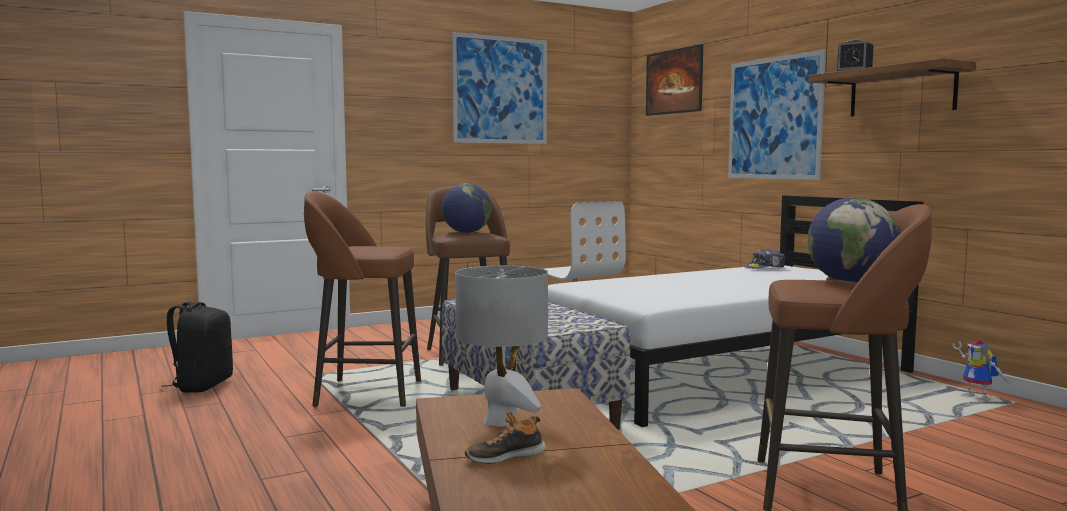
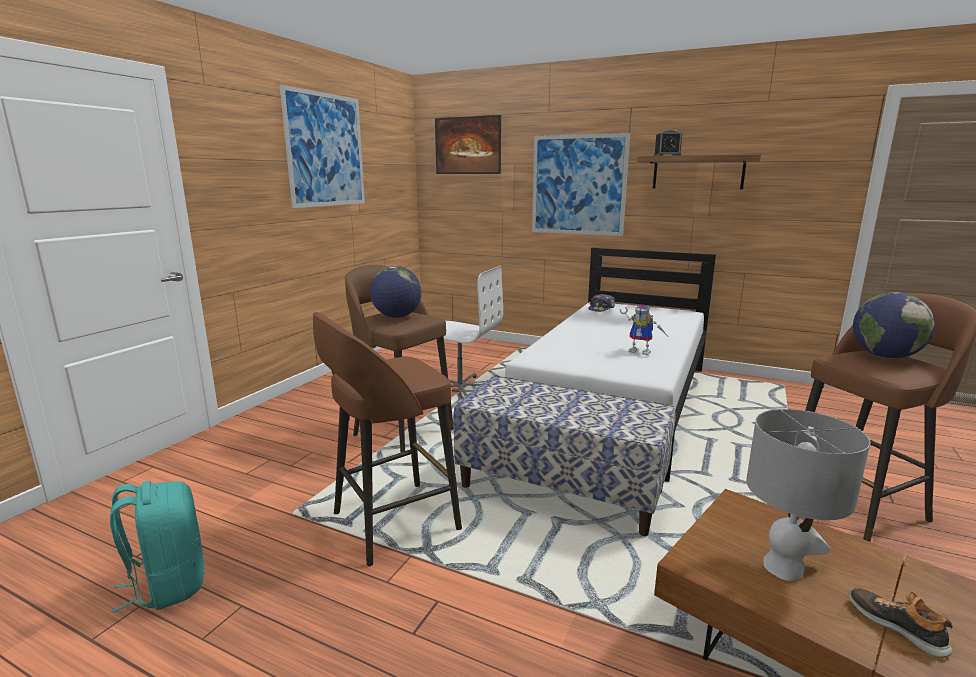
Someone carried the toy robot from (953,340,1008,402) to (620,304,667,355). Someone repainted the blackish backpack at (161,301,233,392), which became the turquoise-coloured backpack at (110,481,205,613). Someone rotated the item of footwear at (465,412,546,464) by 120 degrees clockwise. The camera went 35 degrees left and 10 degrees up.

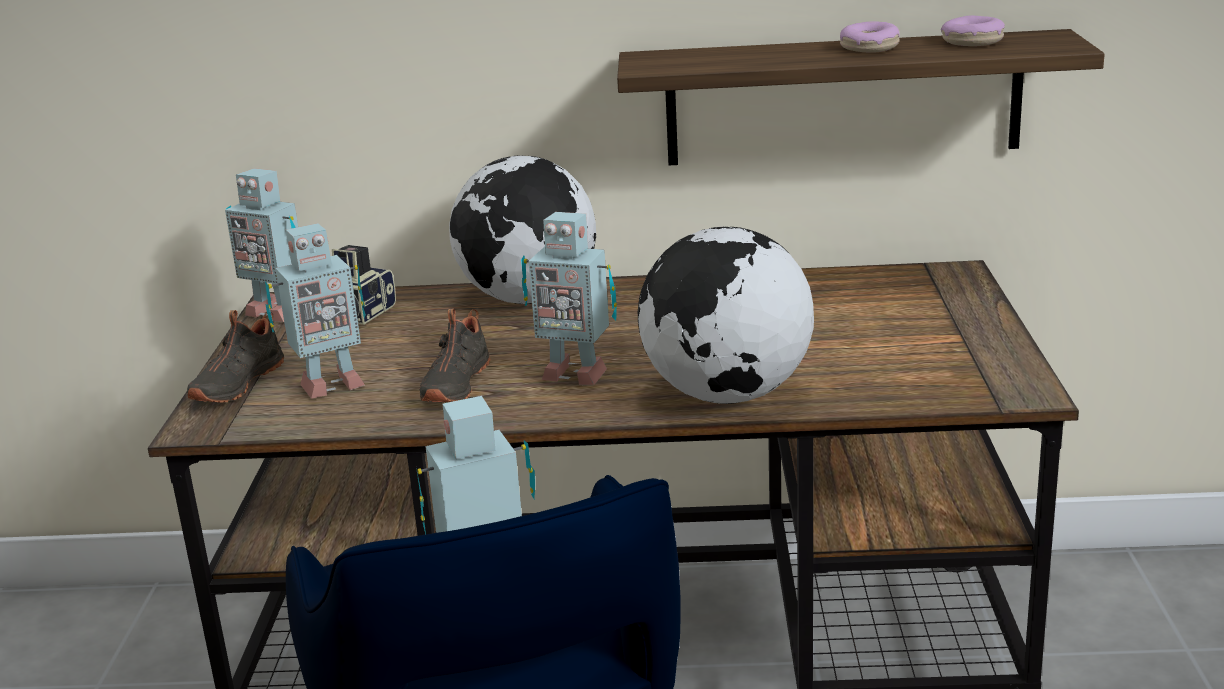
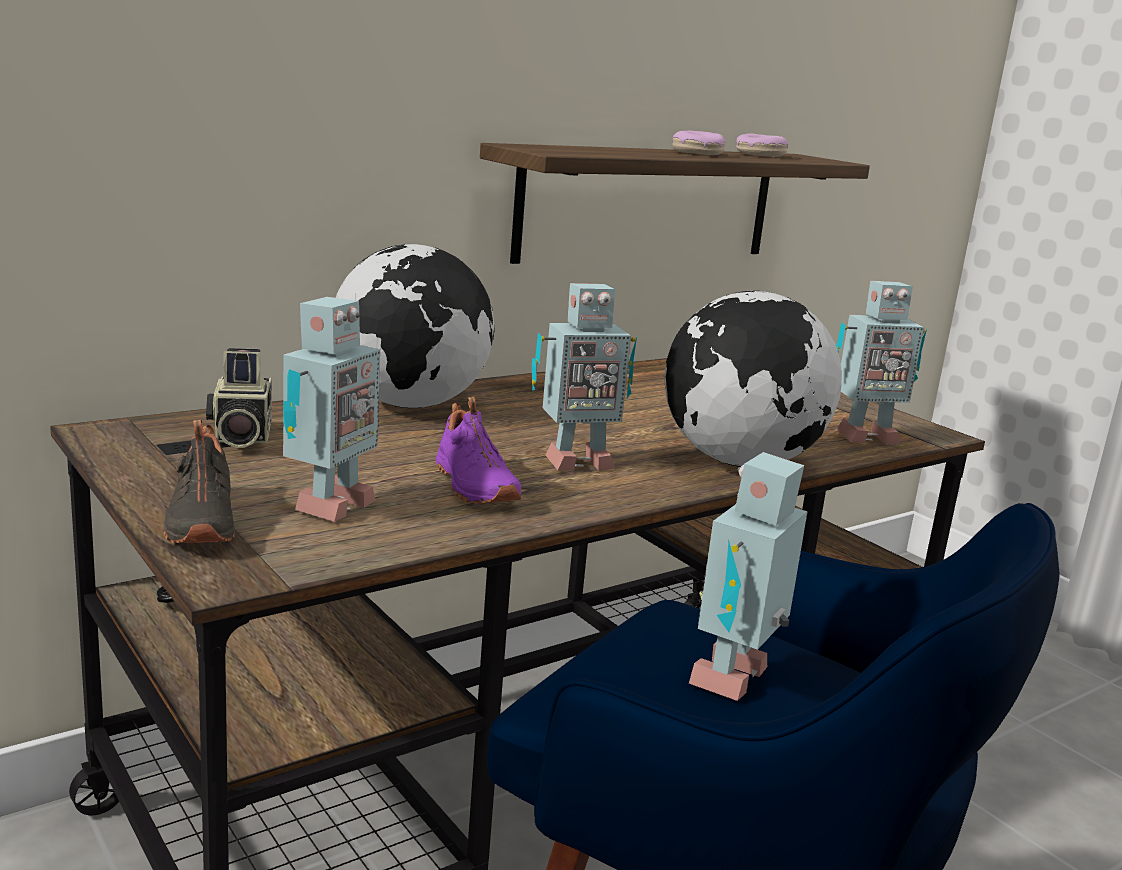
Someone carried the toy robot from (225,168,298,322) to (836,281,927,445). Someone repainted the blackish item of footwear at (419,308,490,402), which became the purple item of footwear at (436,397,521,504). The camera went 40 degrees left and 5 degrees down.

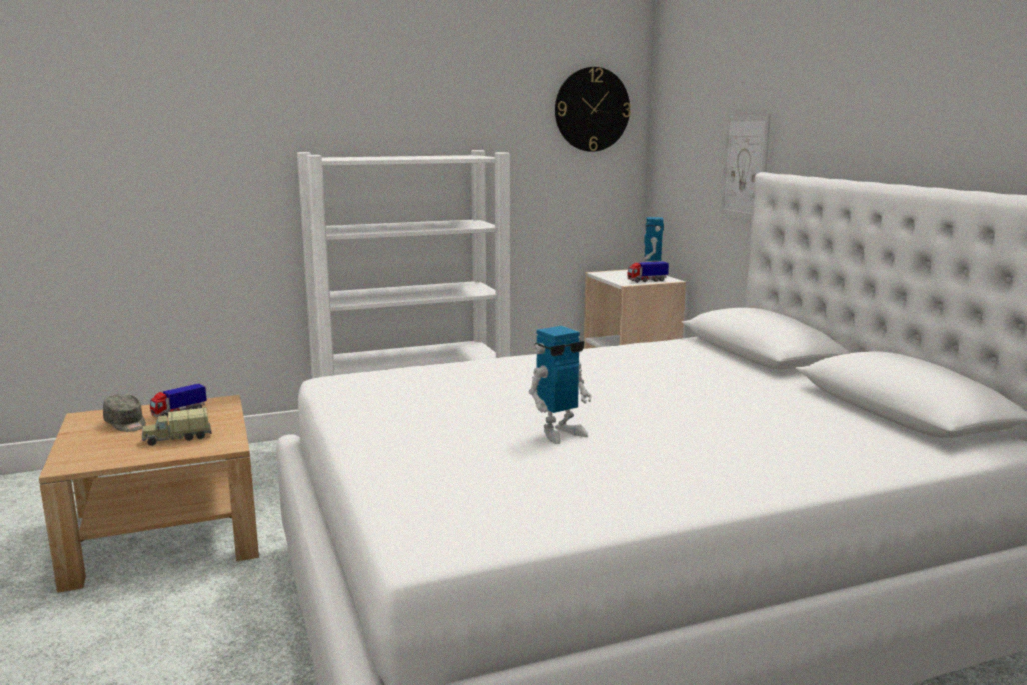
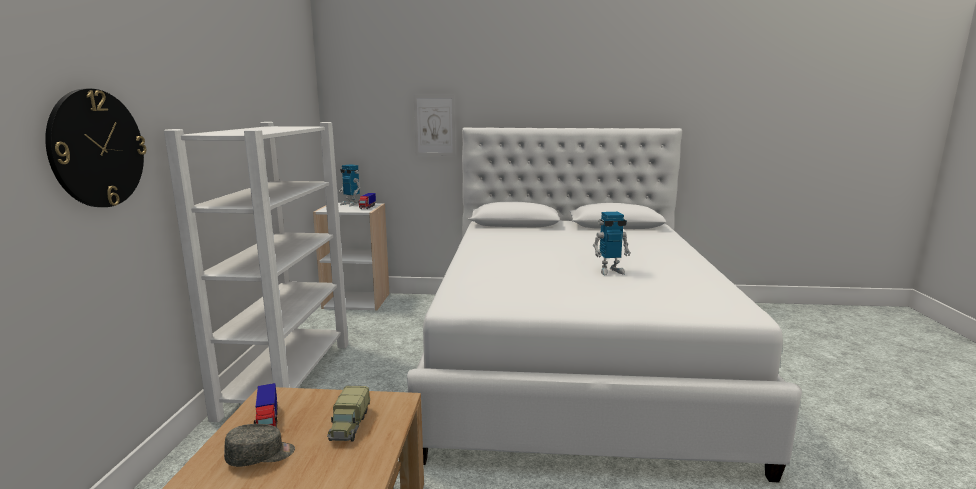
Someone carried the hanging clock from (555,67,631,152) to (45,89,146,207). Someone rotated the toy robot at (529,326,592,444) by 90 degrees clockwise. The camera went 65 degrees left and 0 degrees up.

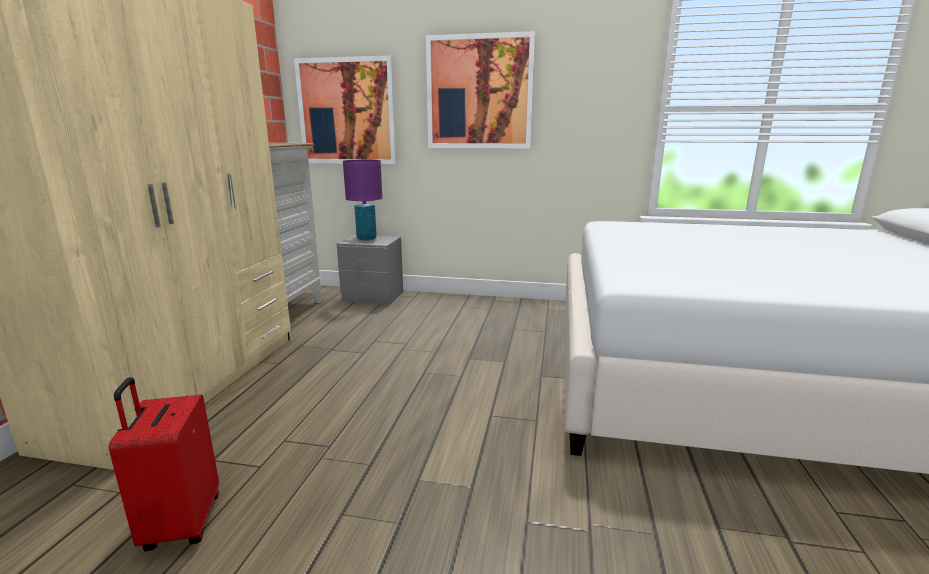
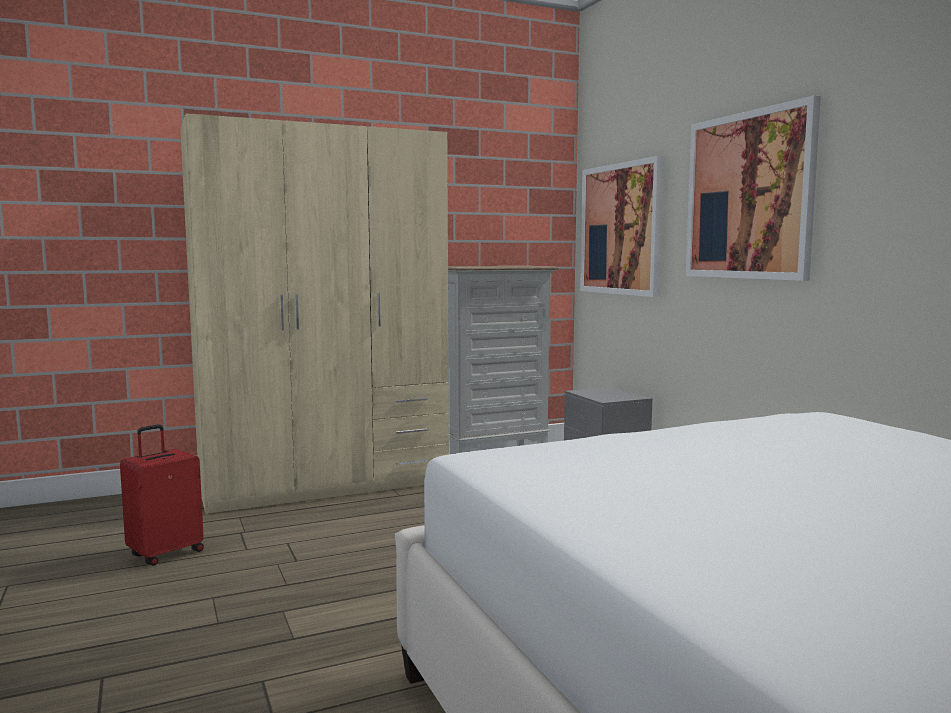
Someone took away the purple table lamp at (343,160,382,240). The camera went 55 degrees right and 10 degrees down.

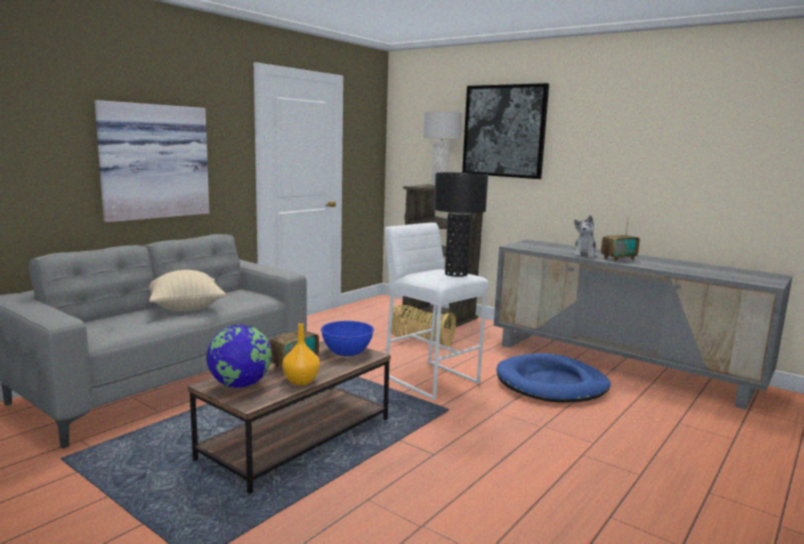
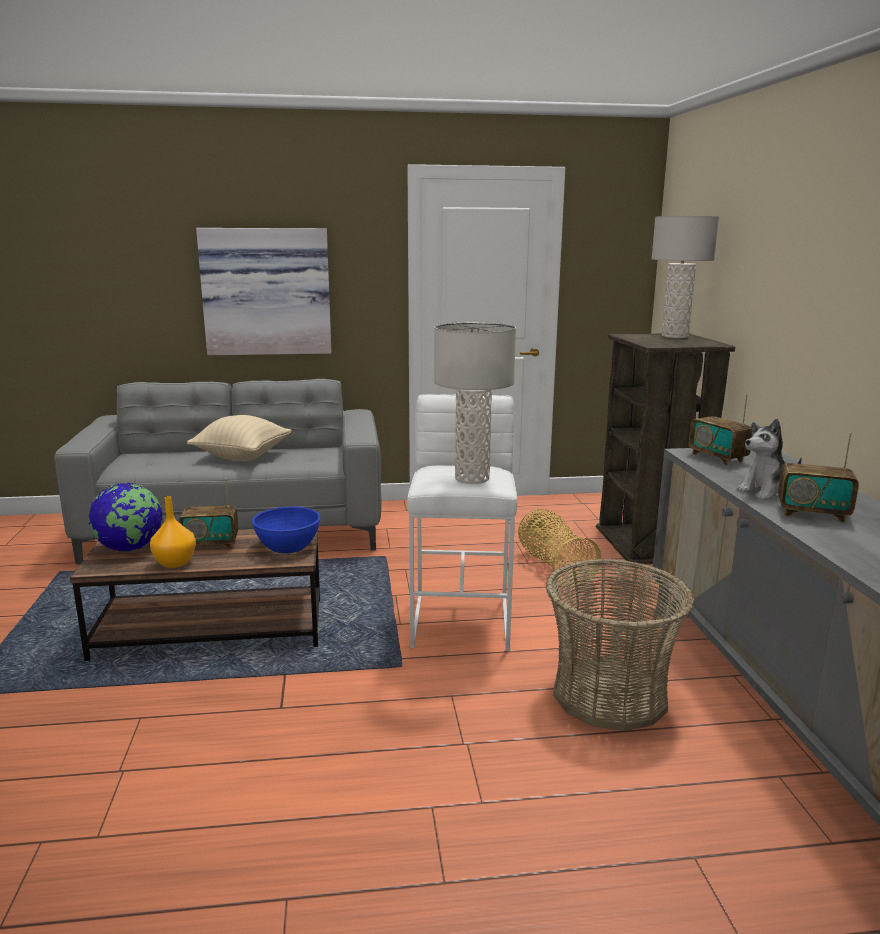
Someone took away the wall art at (462,83,549,179). Someone put down the radio at (689,394,752,466). Someone swapped the bluish dog bed at (497,353,611,403) for the storage basket at (546,559,695,731). Someone repainted the blackish table lamp at (434,172,488,277), which became the white table lamp at (434,322,516,484). The camera went 45 degrees right and 5 degrees up.

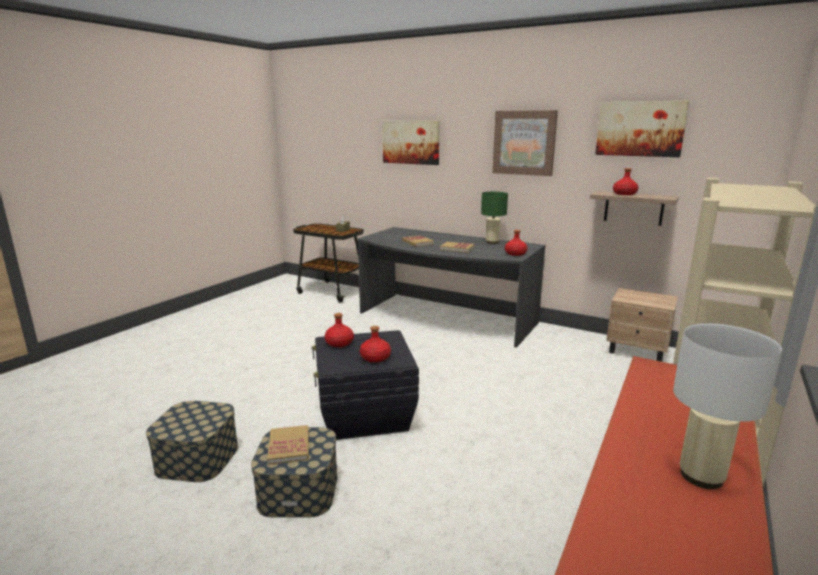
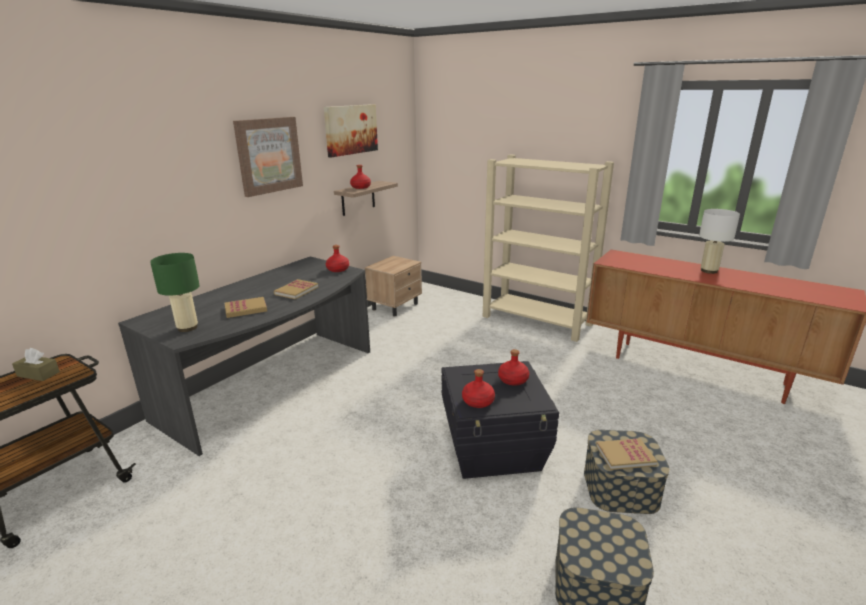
Someone took away the wall art at (383,121,440,165). Someone carried the green table lamp from (481,192,508,244) to (150,253,200,332). The camera went 85 degrees left and 5 degrees up.

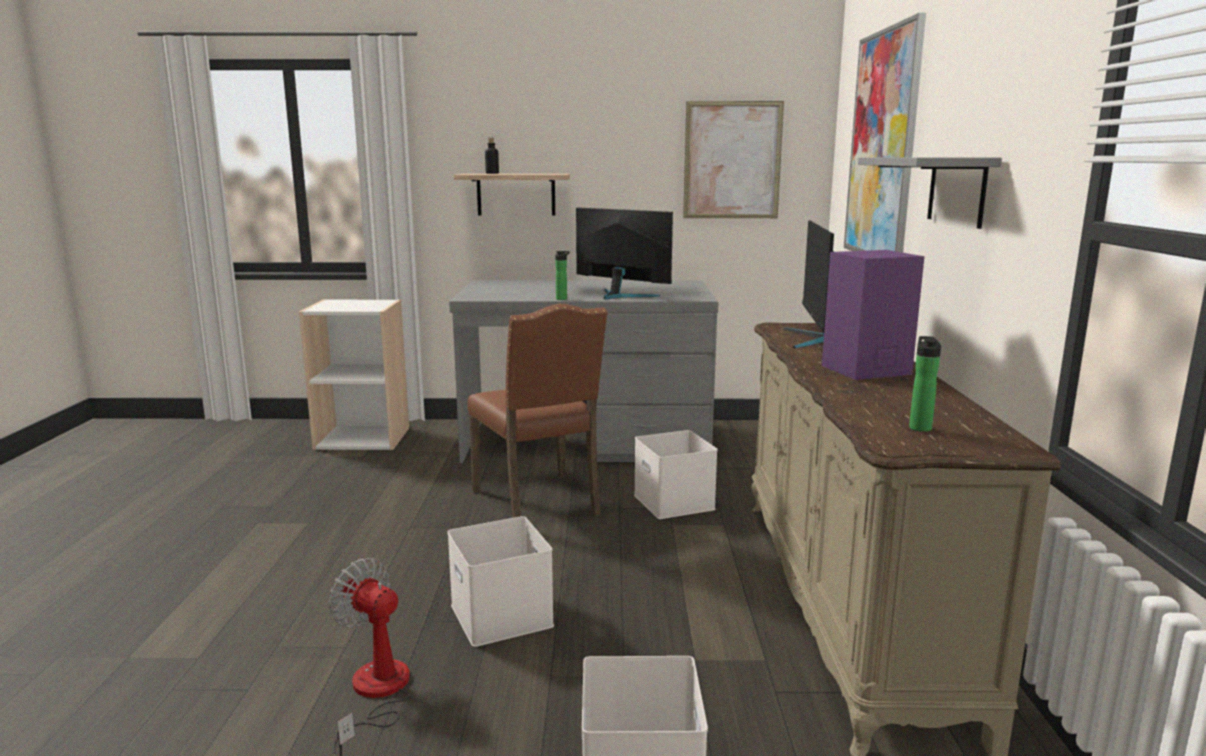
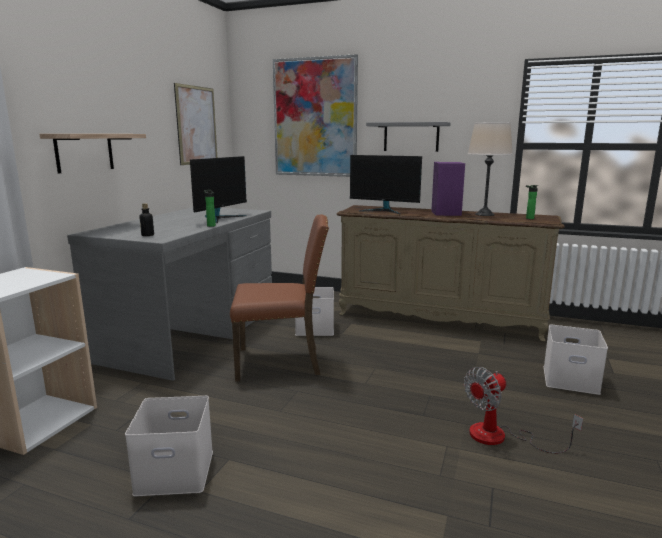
Someone put down the beige-coloured table lamp at (468,122,513,216). Someone carried the white storage container from (447,516,554,647) to (125,396,213,496). Someone carried the bottle from (485,138,499,174) to (139,203,154,236). Someone rotated the monitor at (576,207,673,300) by 150 degrees clockwise. The camera went 70 degrees left and 0 degrees up.

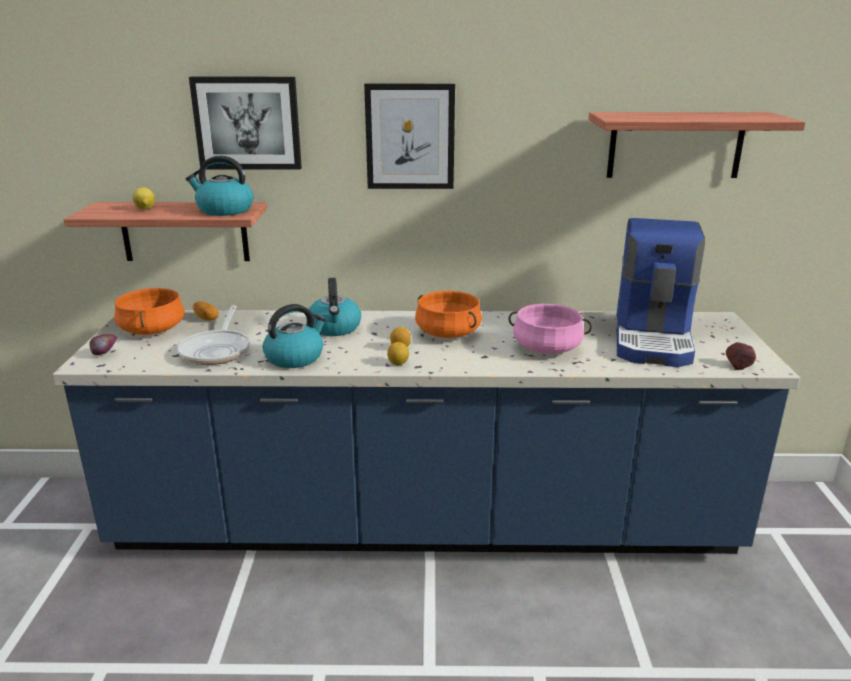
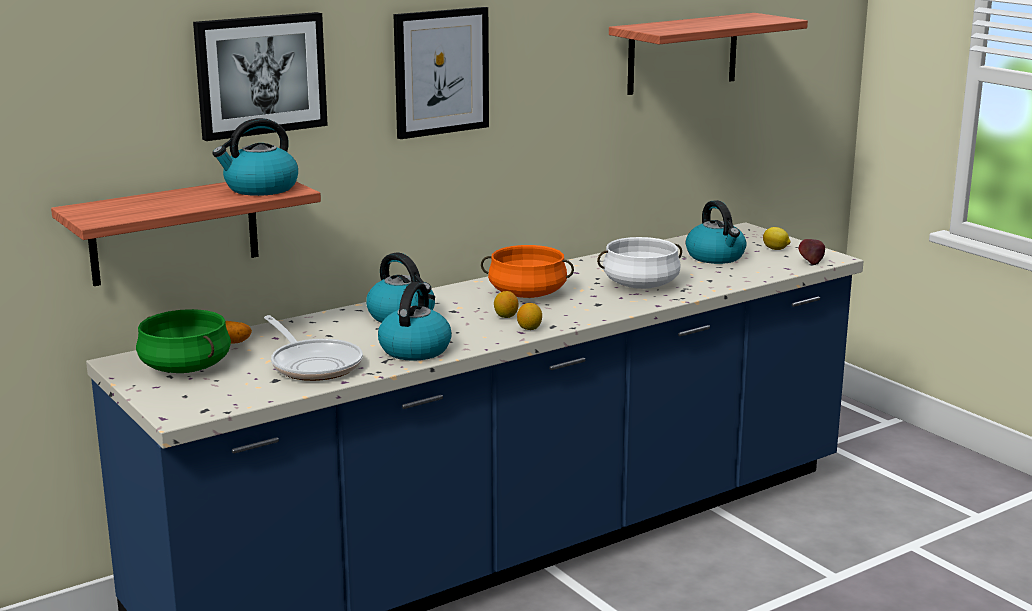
Someone took away the apple fruit at (89,334,117,355). Someone carried the citrus fruit from (132,187,155,210) to (763,227,791,250). Someone swapped the coffee maker at (616,218,705,367) for the kettle at (686,200,746,264). Someone repainted the orange-coloured saucepot at (114,288,185,335), which became the green saucepot at (136,309,231,373). Someone repainted the pinkish saucepot at (508,304,592,354), which became the white saucepot at (597,237,682,289). The camera went 35 degrees left and 5 degrees down.

